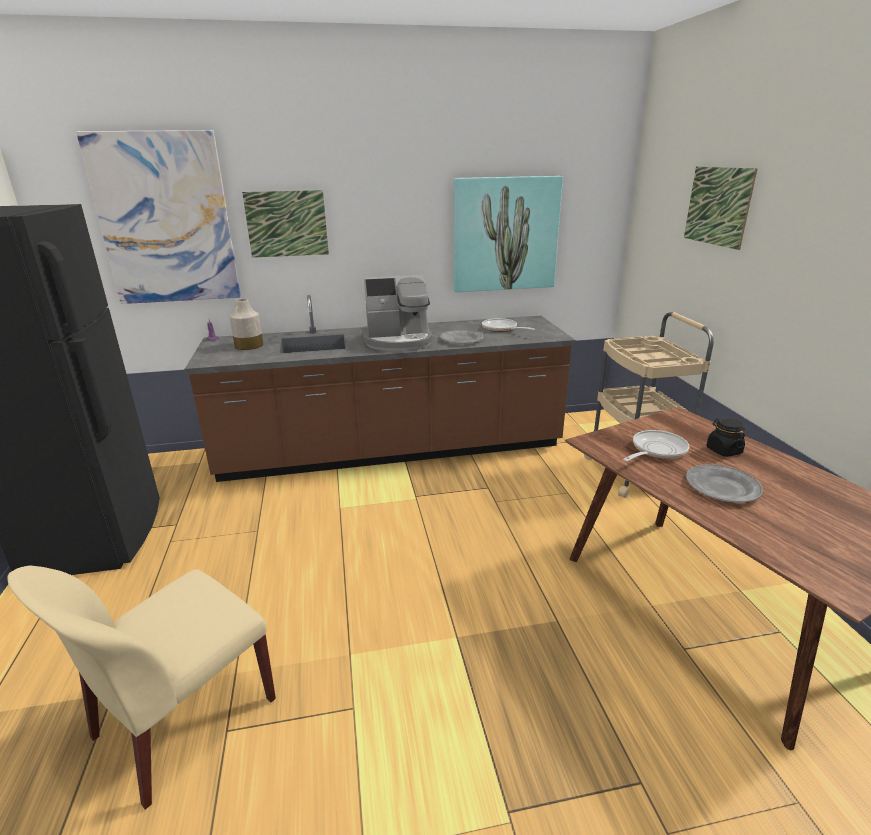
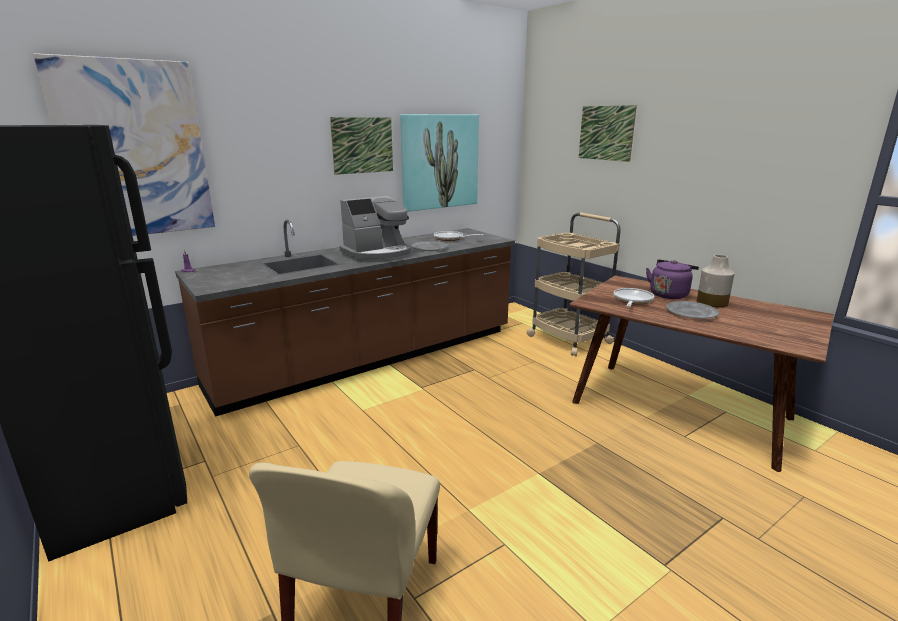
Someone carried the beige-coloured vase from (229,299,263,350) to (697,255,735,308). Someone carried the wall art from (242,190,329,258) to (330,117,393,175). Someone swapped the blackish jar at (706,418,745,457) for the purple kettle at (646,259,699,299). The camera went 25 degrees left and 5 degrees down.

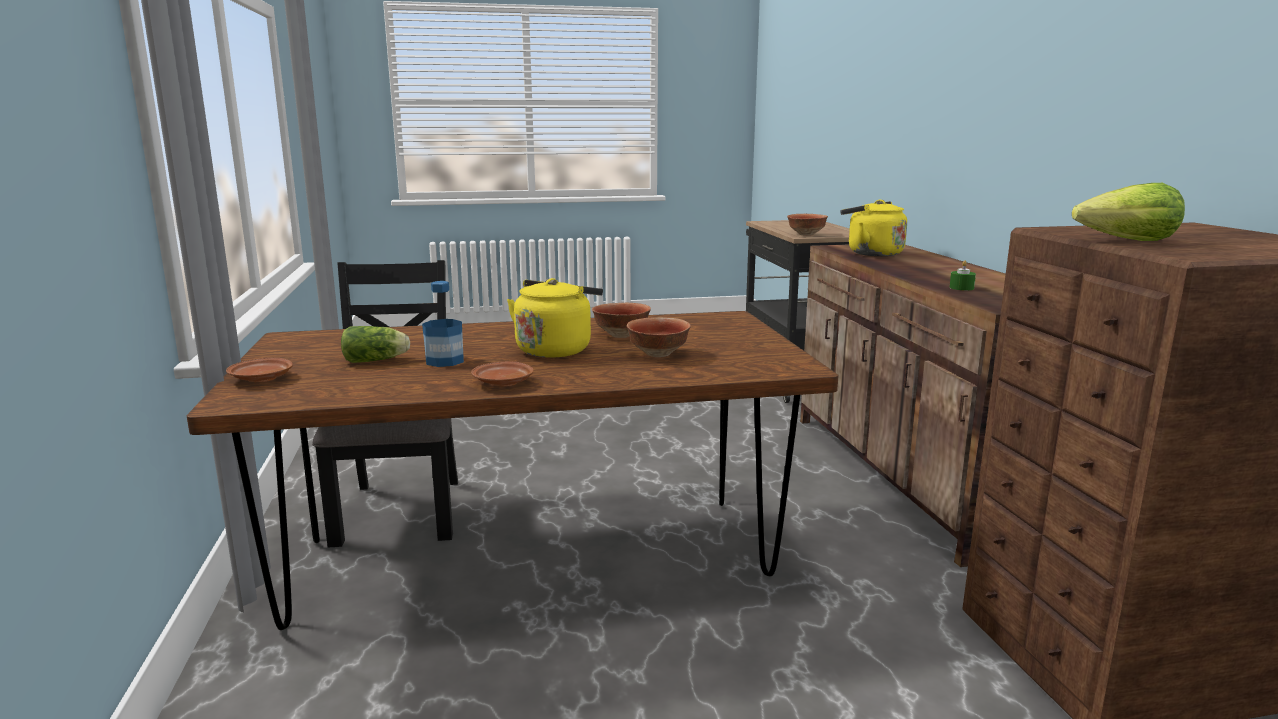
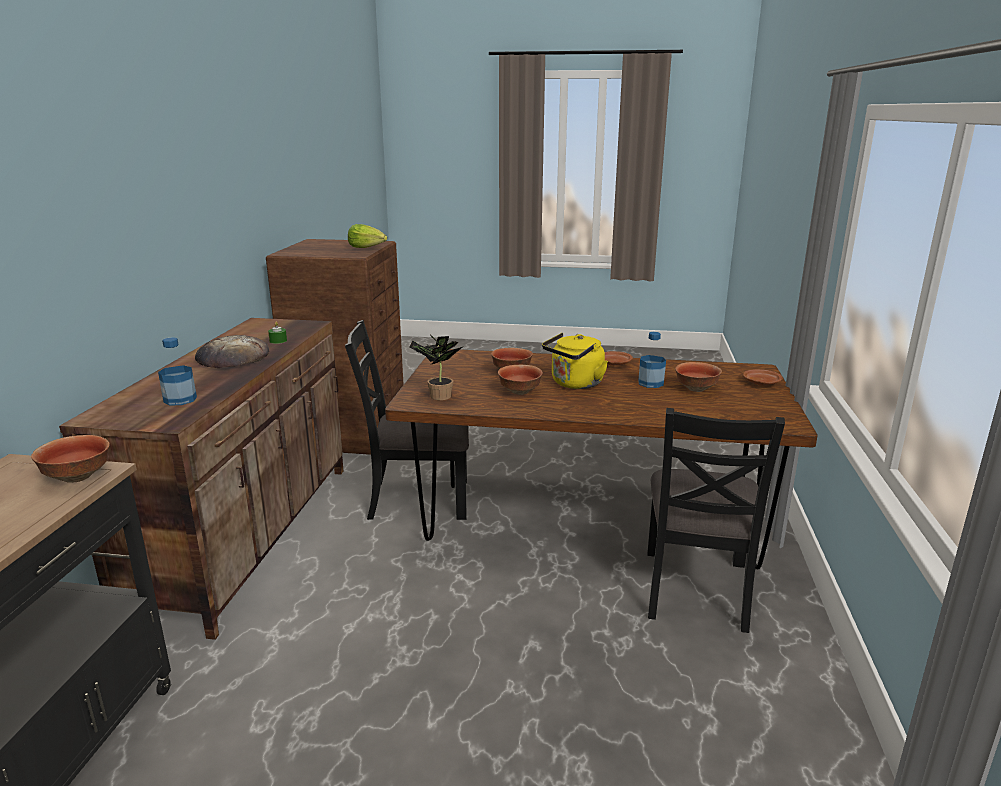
Someone put down the bread at (195,335,269,368). Someone put down the blackish plain chair at (345,320,469,520). Someone put down the houseplant at (410,333,462,400). Someone swapped the lettuce at (341,326,410,363) for the deep dish at (675,362,722,392). Someone swapped the yellow-coloured kettle at (840,200,907,256) for the bottle at (158,337,197,406). The camera went 160 degrees left and 5 degrees up.

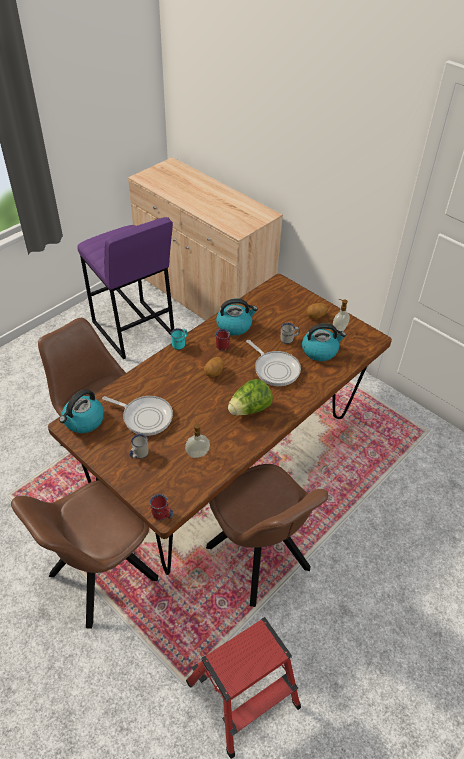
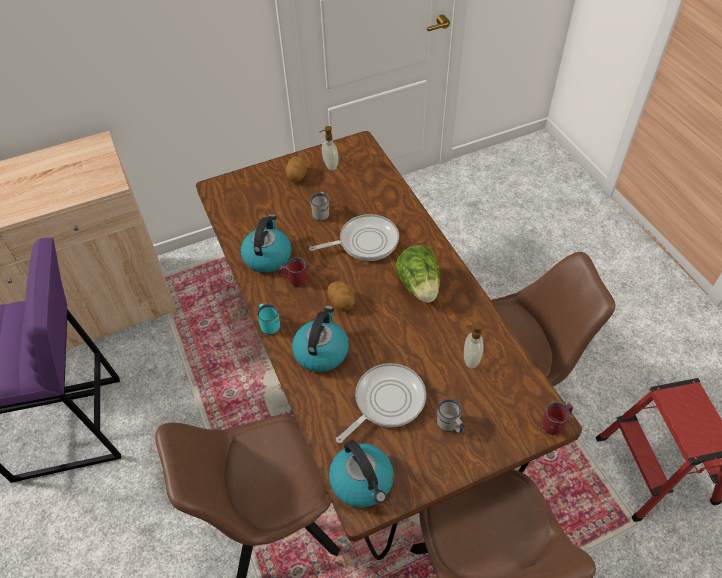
Someone carried the kettle from (302,323,346,361) to (292,306,349,372). The camera went 65 degrees left and 5 degrees up.

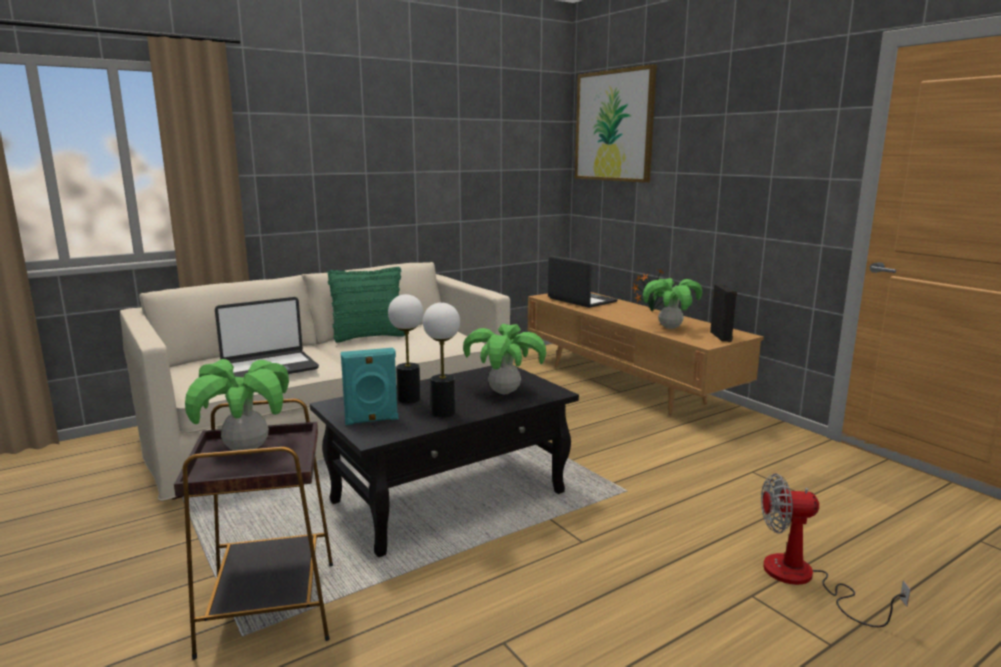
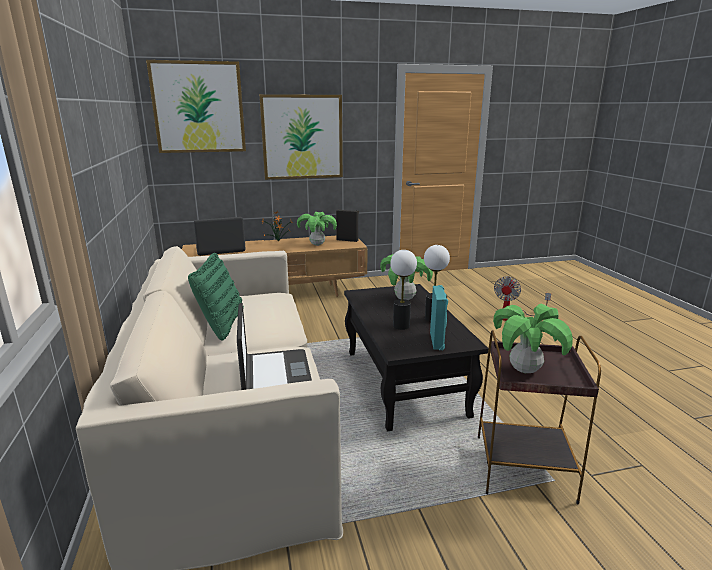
Someone put up the wall art at (259,94,343,180). The camera went 70 degrees left and 5 degrees up.

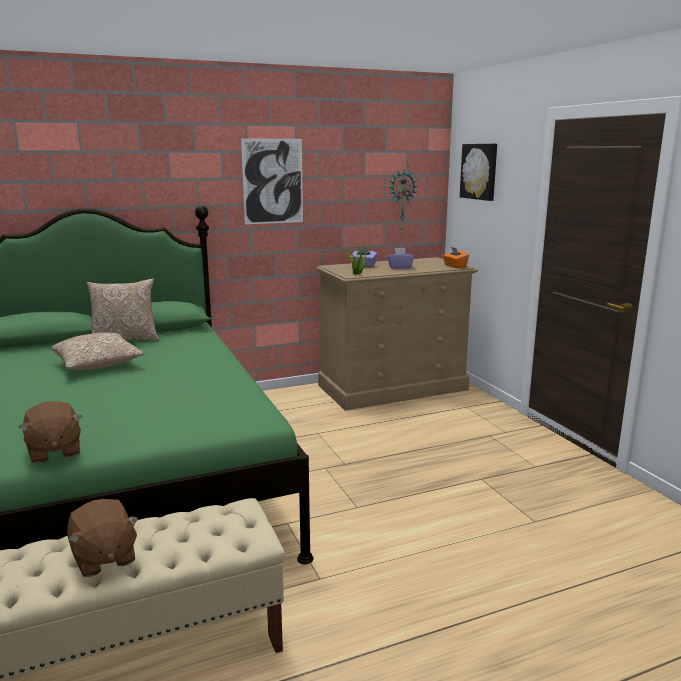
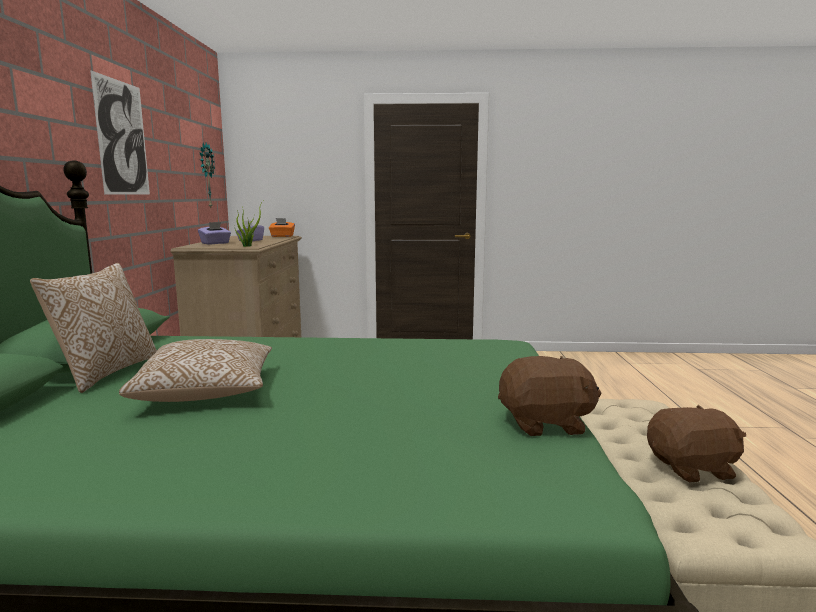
Someone took away the wall art at (460,144,497,201). The camera went 65 degrees left and 5 degrees down.

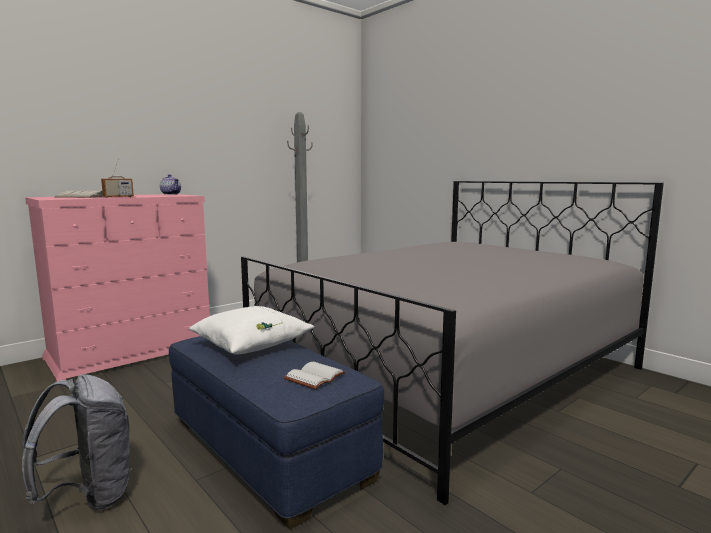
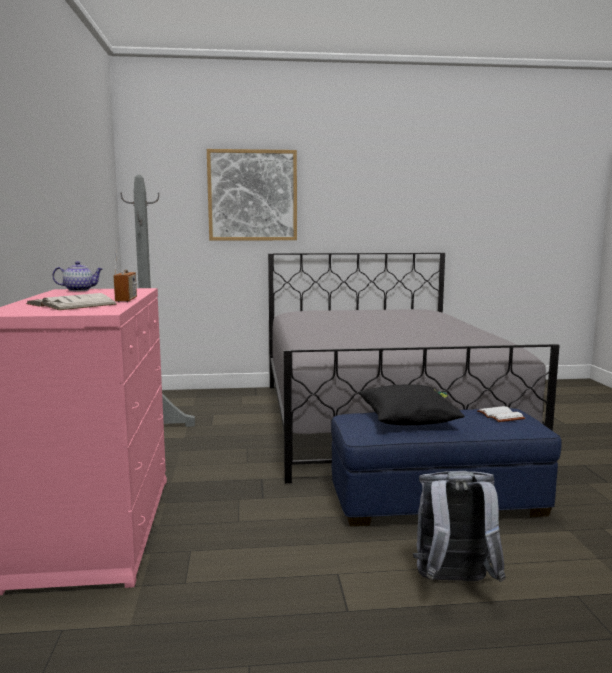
Someone put up the wall art at (207,149,297,241). Someone repainted the white cushion at (189,306,314,354), which became the blackish cushion at (359,384,464,425). The camera went 55 degrees left and 0 degrees up.

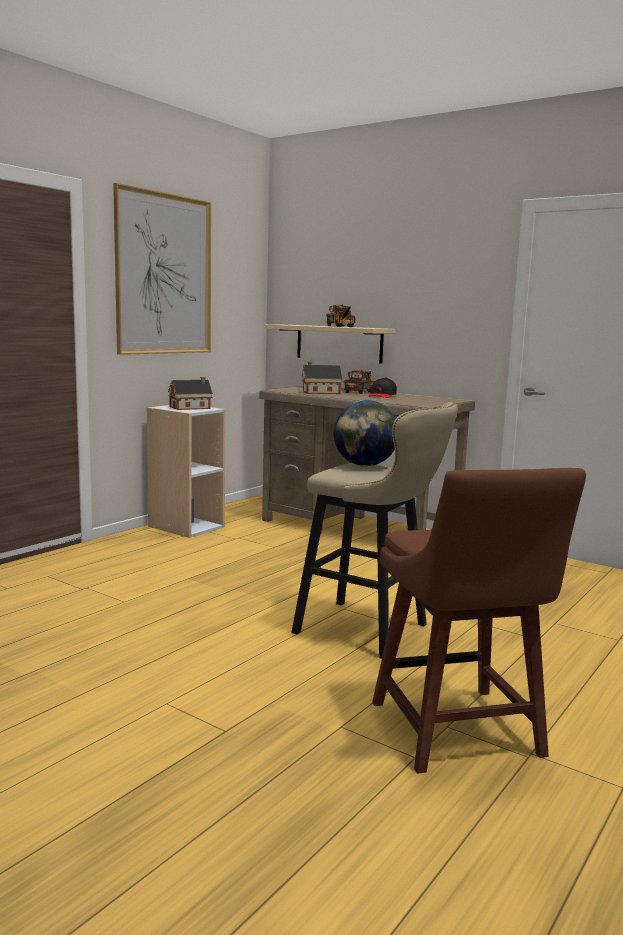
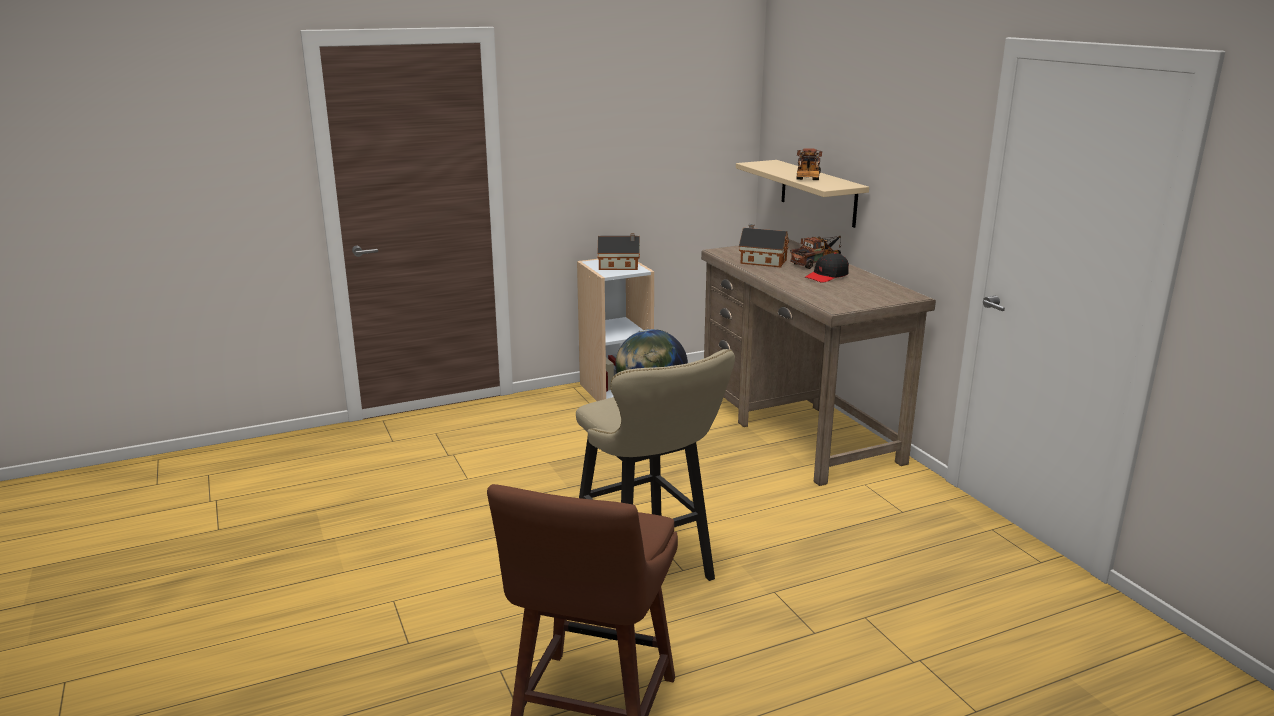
Someone took away the wall art at (113,183,211,355). The camera went 30 degrees right and 10 degrees up.

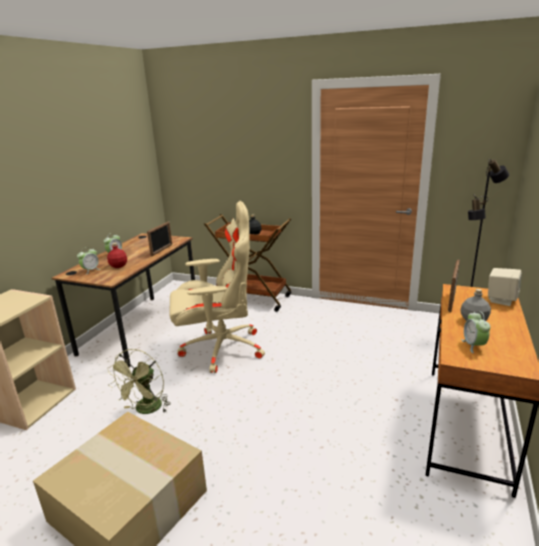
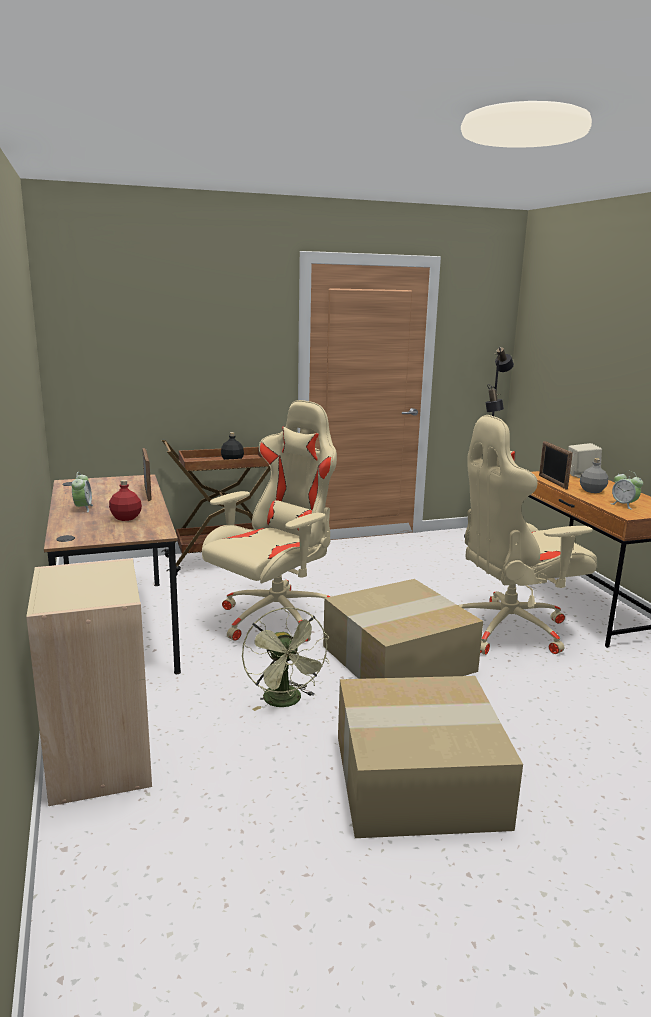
Someone took away the bedside clock at (77,247,100,274). Someone put down the cardboard box at (323,579,483,679). Someone put down the beige-coloured office chair at (458,415,597,655). The camera went 40 degrees left and 5 degrees down.

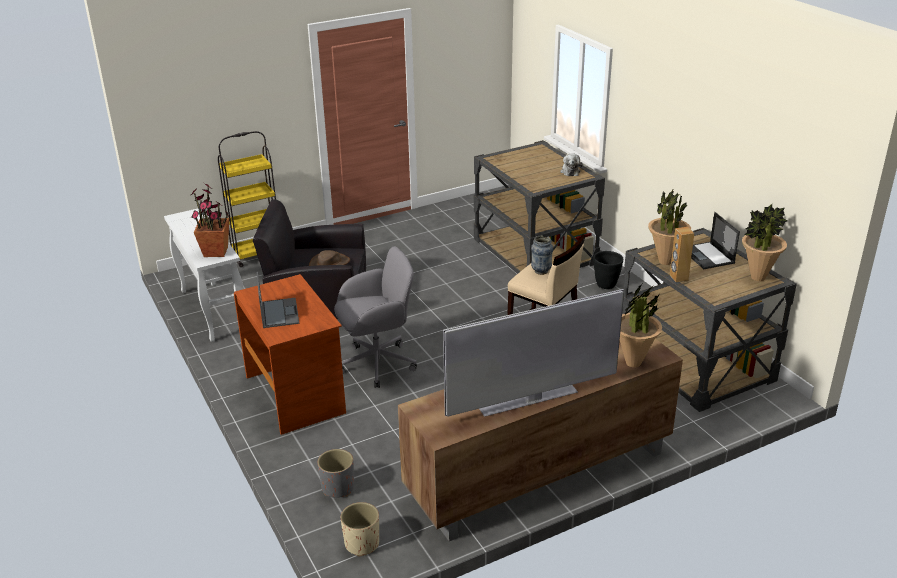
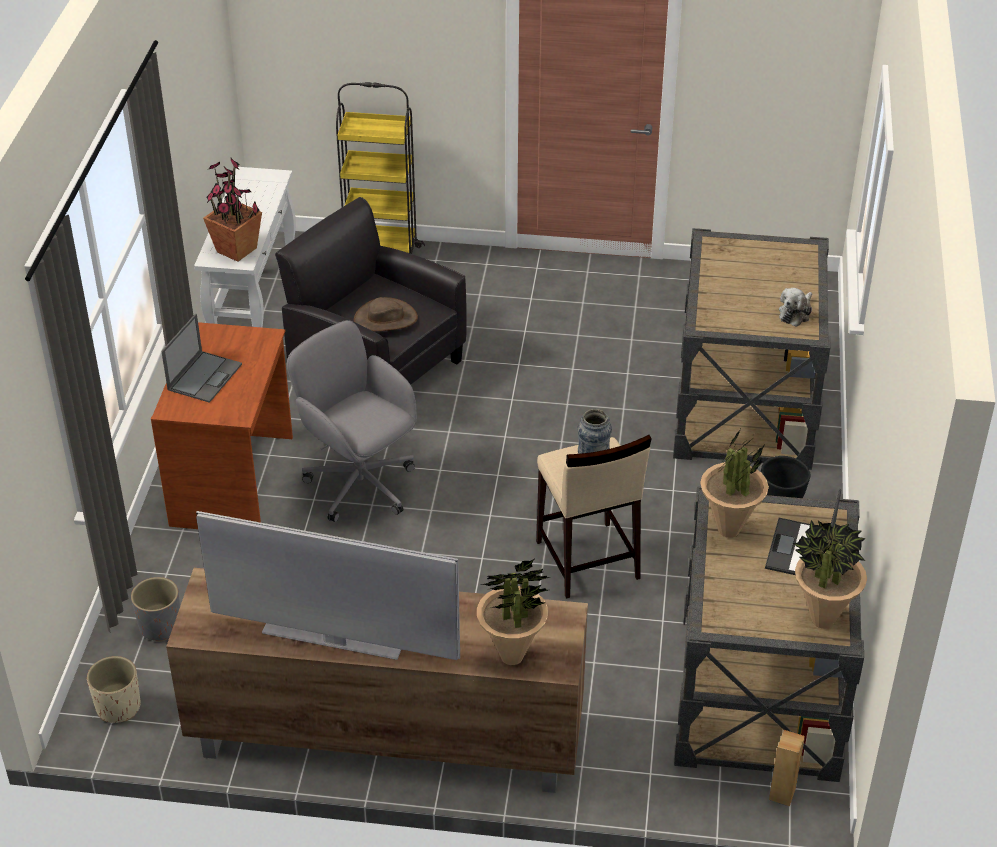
Someone carried the brownish speaker from (670,227,694,282) to (769,730,805,806). Someone rotated the greyish office chair at (334,246,417,388) by 150 degrees counterclockwise. The camera went 35 degrees right and 10 degrees up.

